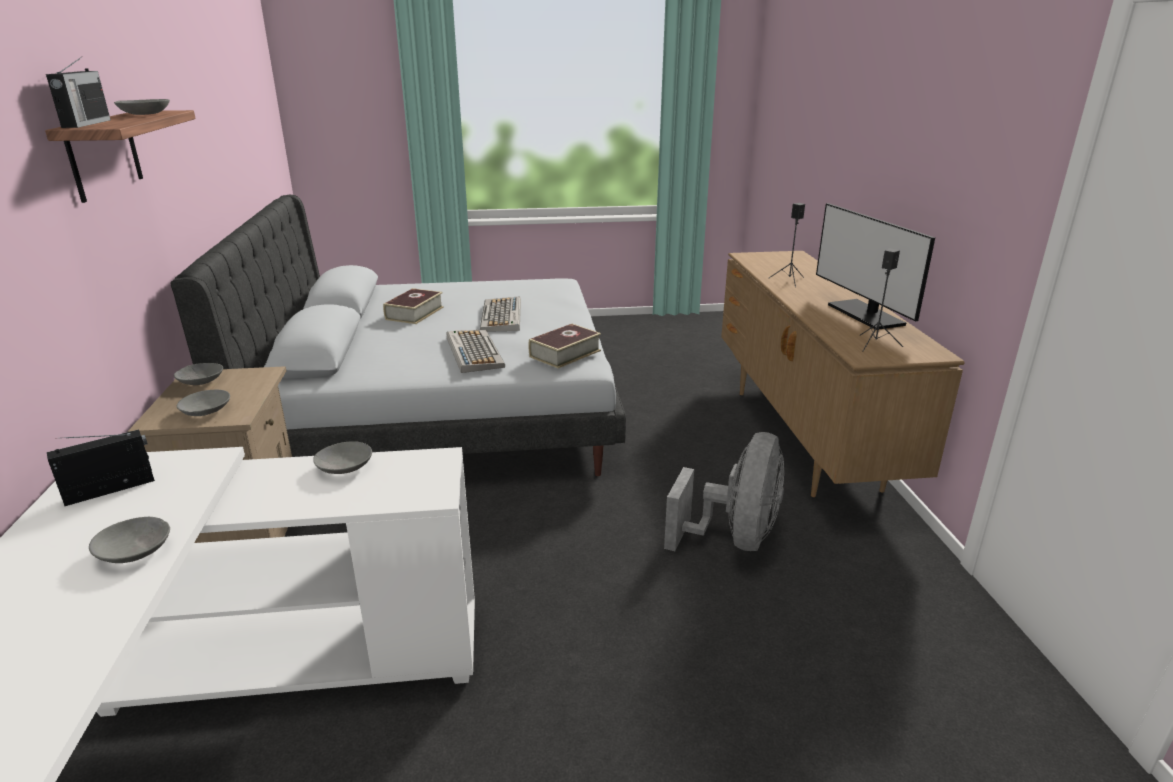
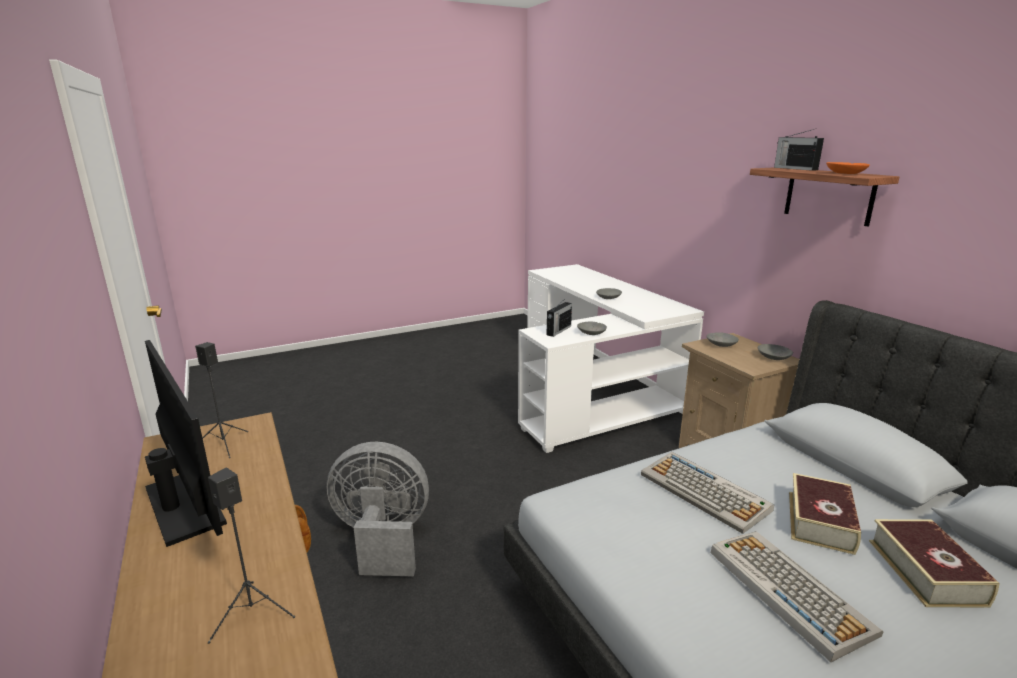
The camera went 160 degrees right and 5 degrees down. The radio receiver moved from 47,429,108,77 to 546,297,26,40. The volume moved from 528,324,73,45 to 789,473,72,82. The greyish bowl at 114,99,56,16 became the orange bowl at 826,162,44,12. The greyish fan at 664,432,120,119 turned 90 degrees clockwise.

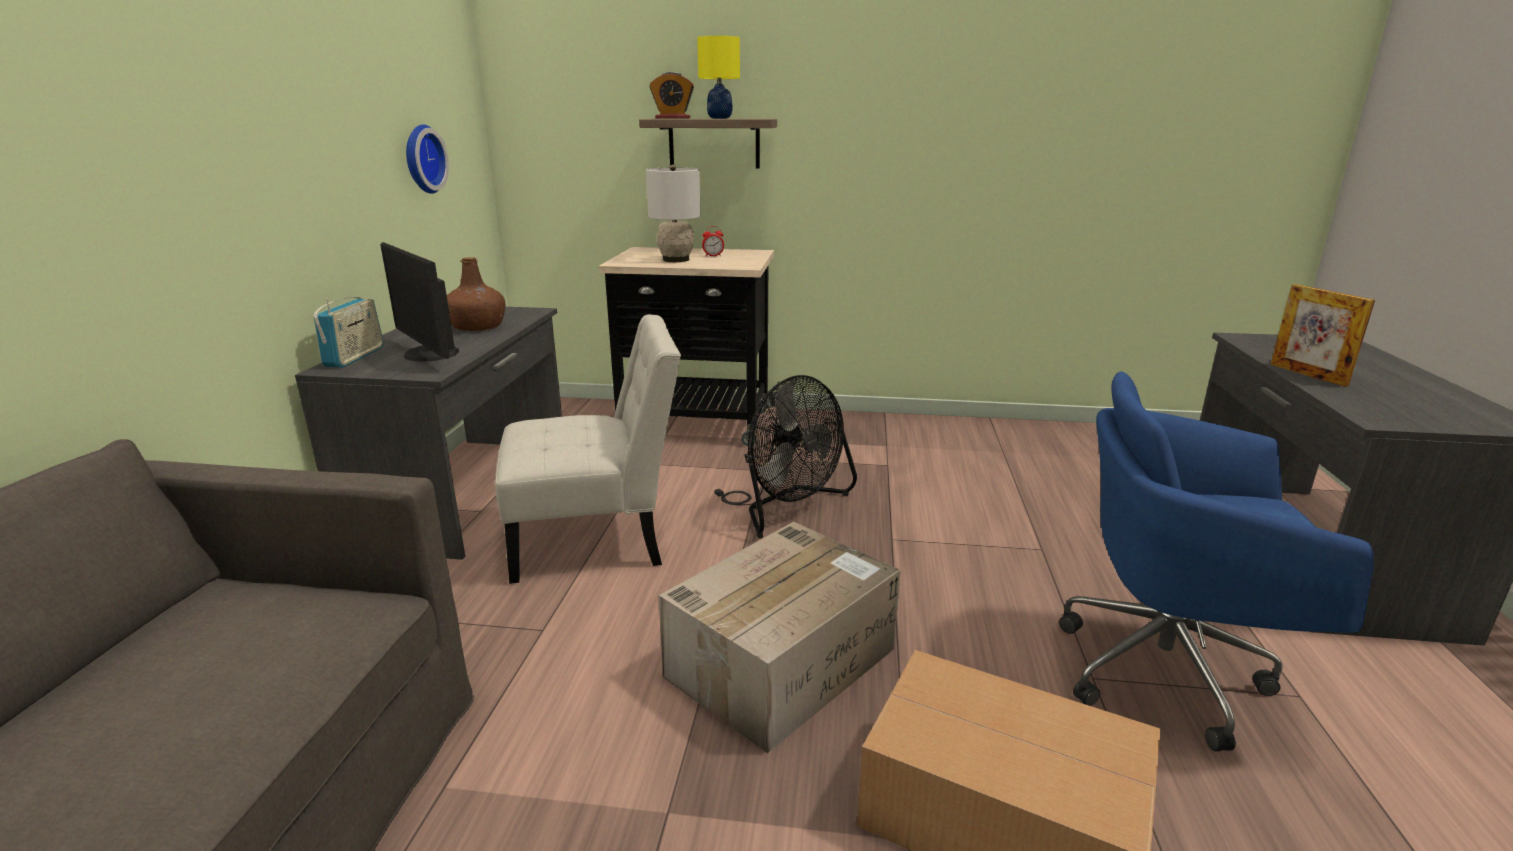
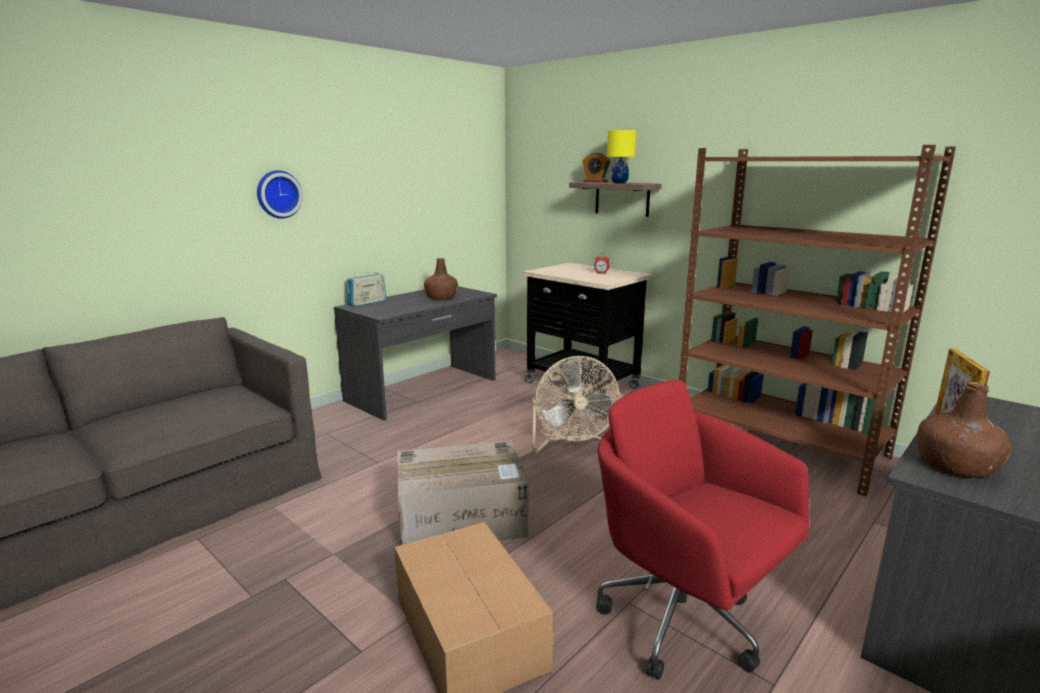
The camera went 35 degrees right and 5 degrees down. The computer display at 380,242,79,120 disappeared. The white plain chair at 495,315,186,269 disappeared. The white lamp for a table at 646,164,55,98 disappeared. The brown-coloured bookcase at 679,145,277,352 appeared. The brown-coloured bottle at 917,382,95,96 appeared. The hanging clock moved from 406,124,43,70 to 257,170,46,49. The blackish fan at 714,375,143,164 became the sand-coloured fan at 532,356,91,101. The bluish desk chair at 1059,371,315,380 became the red-coloured desk chair at 596,380,213,300.

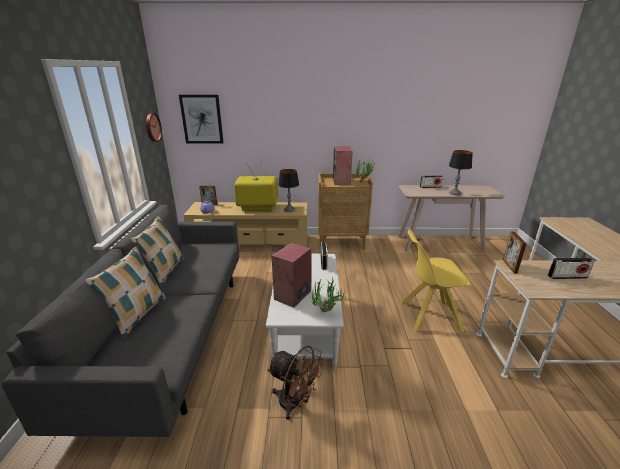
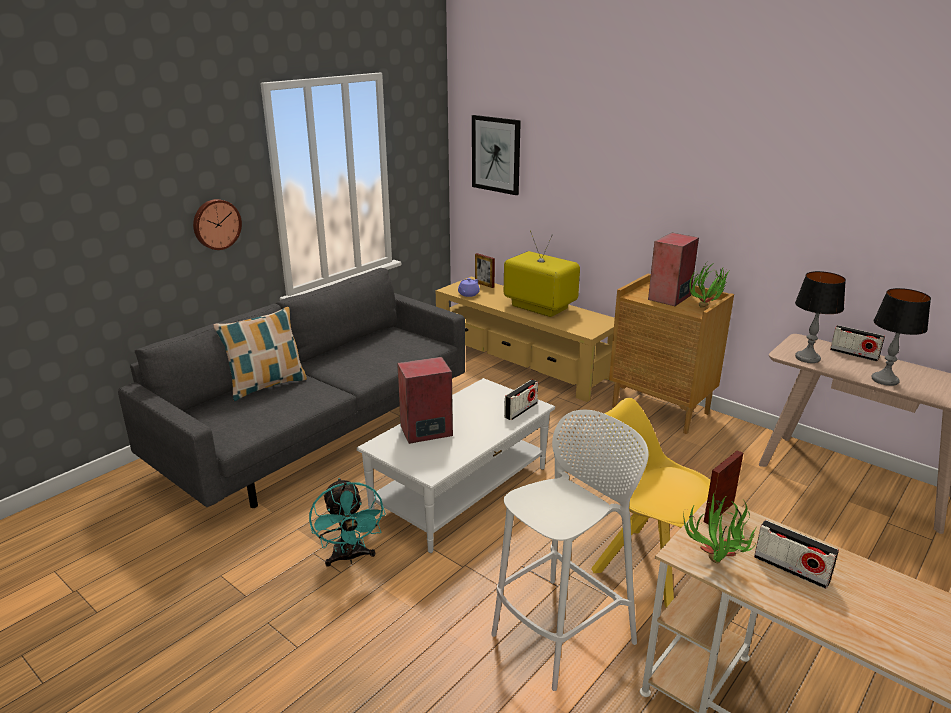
The camera went 40 degrees right and 0 degrees up. The throw pillow at 131,216,53,71 disappeared. The white sitting stool at 491,410,158,281 appeared. The hanging clock moved from 146,113,16,29 to 193,199,49,51. The lamp for a table moved from 278,169,21,43 to 795,271,51,92. The plant in a pot moved from 312,278,34,34 to 683,493,77,70. The brown-coloured fan at 267,346,57,74 became the blue-green fan at 309,478,77,89.

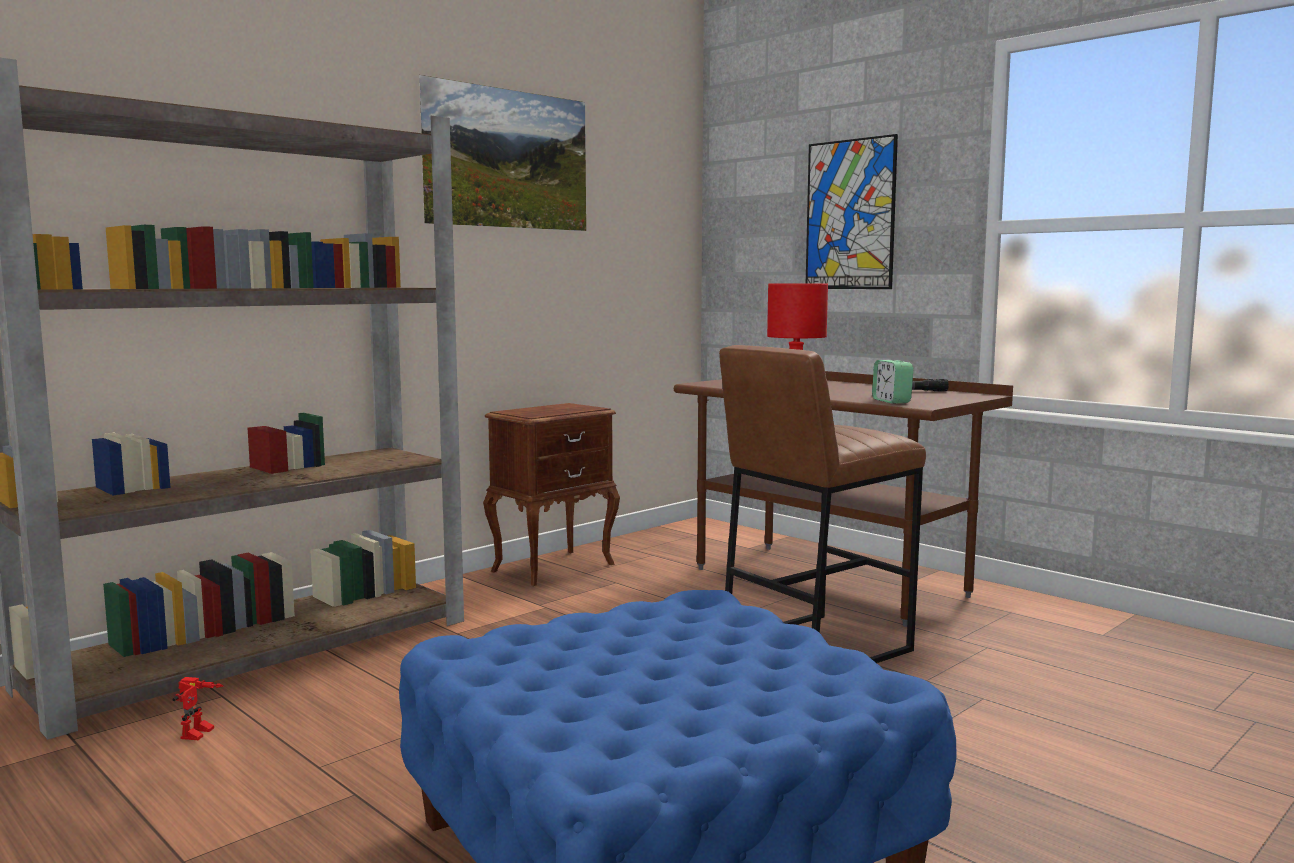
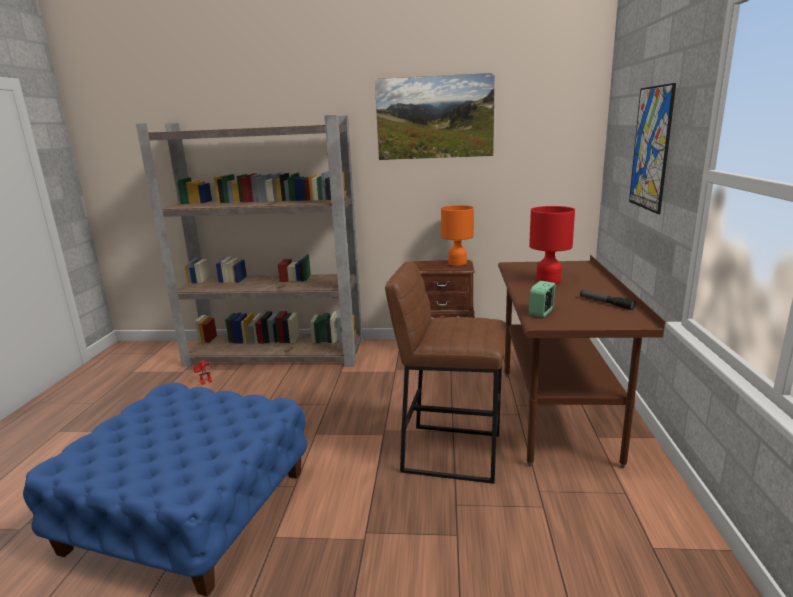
The camera went 50 degrees right and 10 degrees up. The orange lamp for a table at 441,205,33,61 appeared.

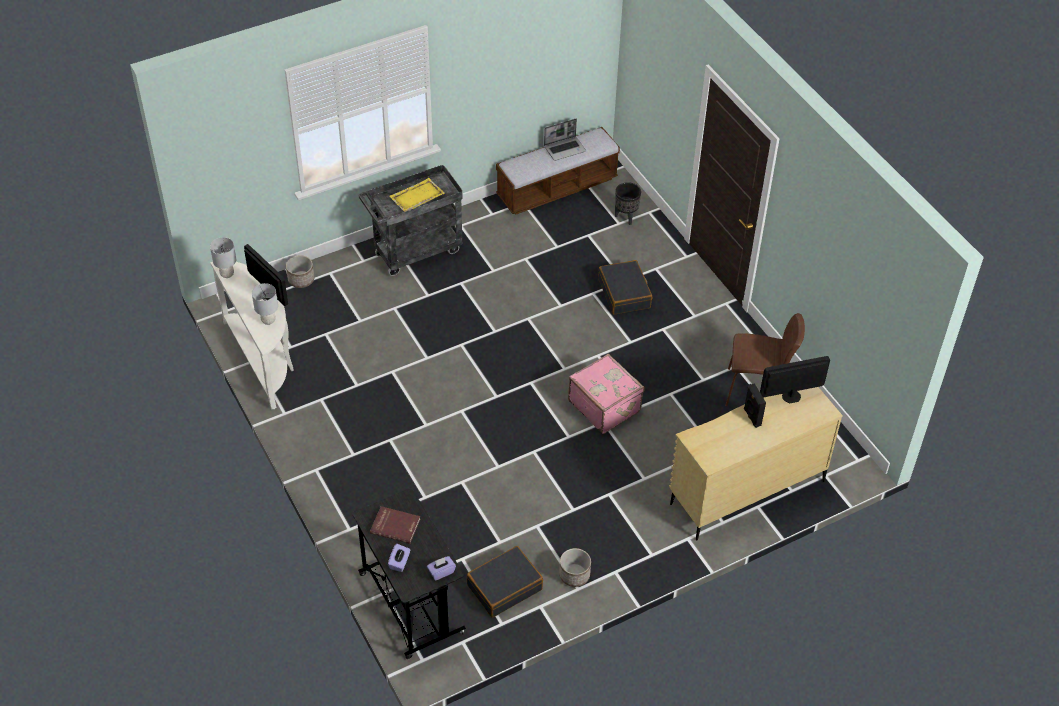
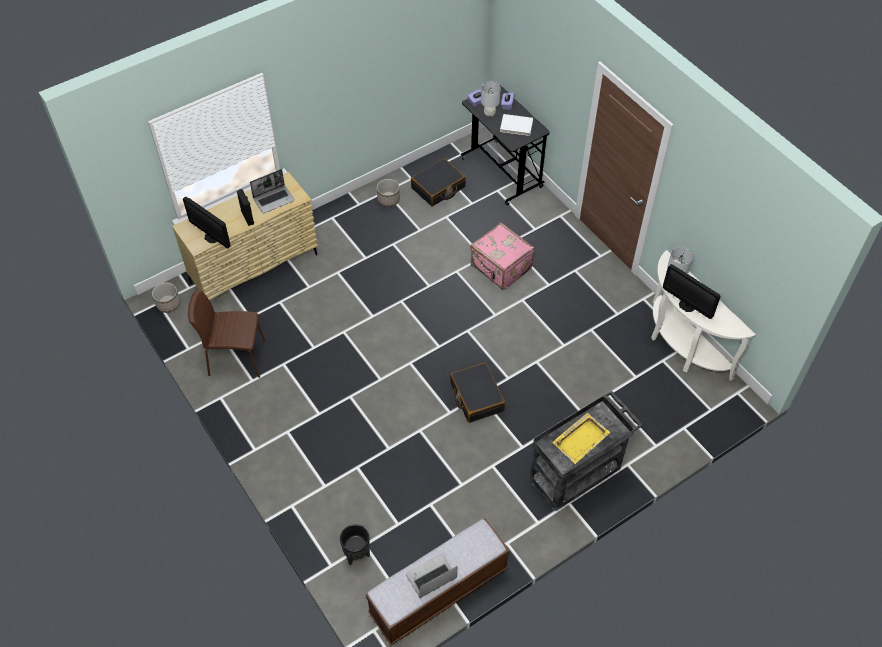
The camera went 175 degrees right and 5 degrees up. The portable computer at 250,169,45,44 appeared. The greyish lamp for a table moved from 210,237,26,41 to 481,82,20,35. The plant pot moved from 286,255,28,33 to 152,282,28,31. The pink-coloured piece of luggage moved from 568,354,76,80 to 470,223,64,67. The blackish piece of luggage moved from 598,260,54,55 to 450,362,55,61. The red-coloured volume at 370,506,50,38 became the white volume at 500,114,33,22. The computer display at 760,356,70,47 turned 60 degrees clockwise.

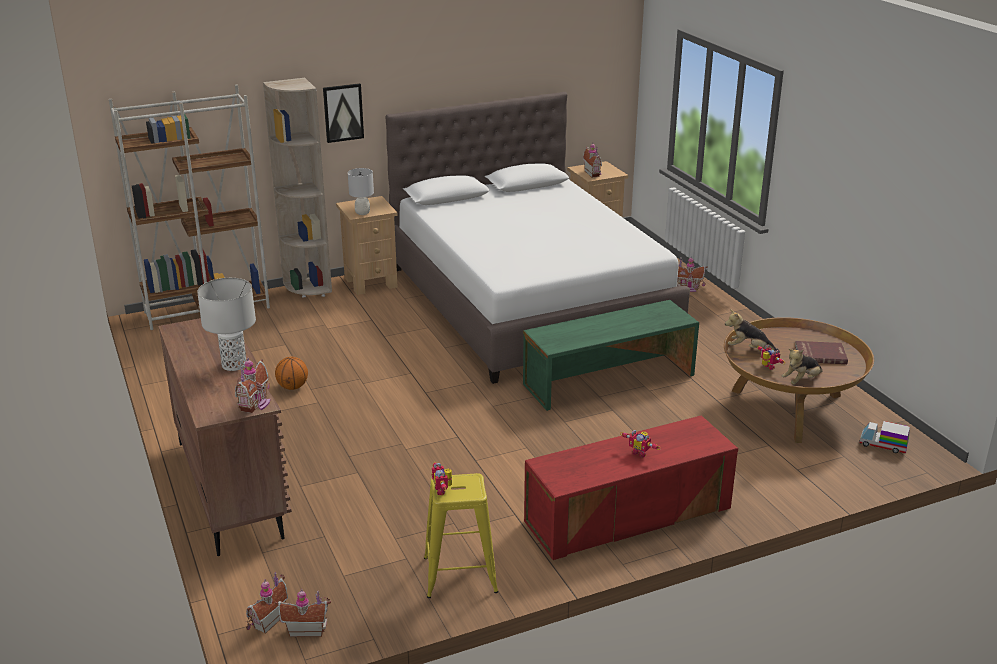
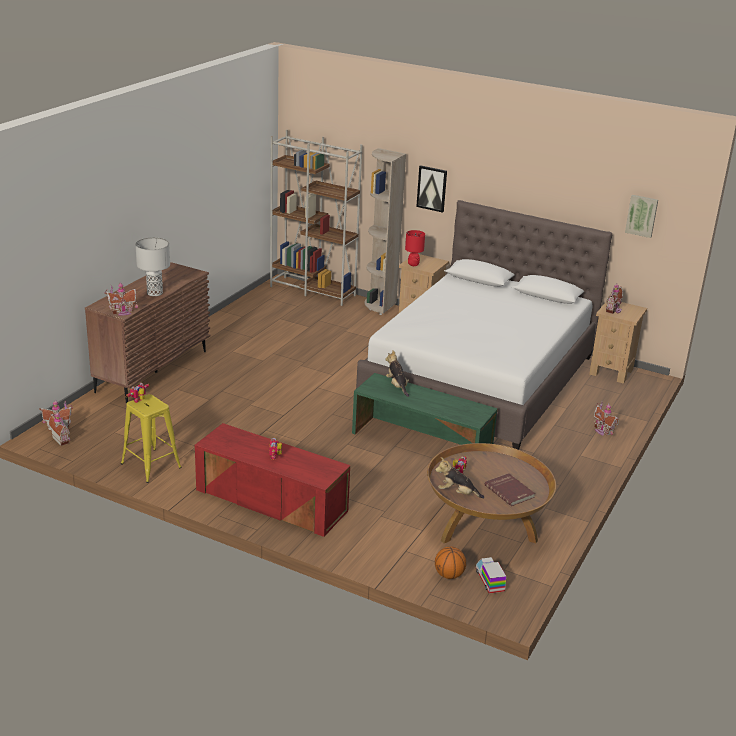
The camera went 50 degrees right and 0 degrees up. The wall picture at 625,195,33,43 appeared. The basketball moved from 275,357,33,33 to 435,546,31,33. The cuddly toy moved from 725,309,55,44 to 385,350,24,47. The greyish lamp for a table at 348,168,26,47 became the red-coloured lamp for a table at 405,230,20,36.

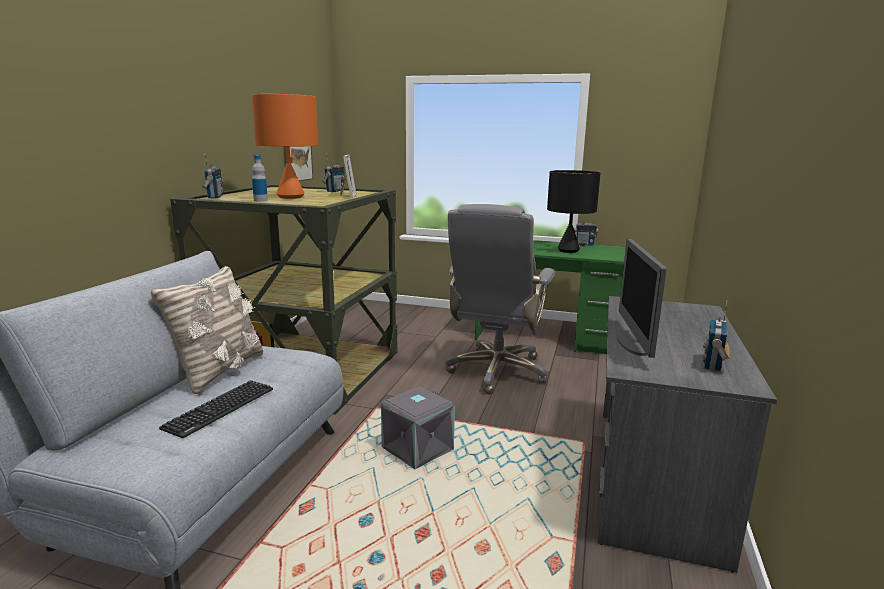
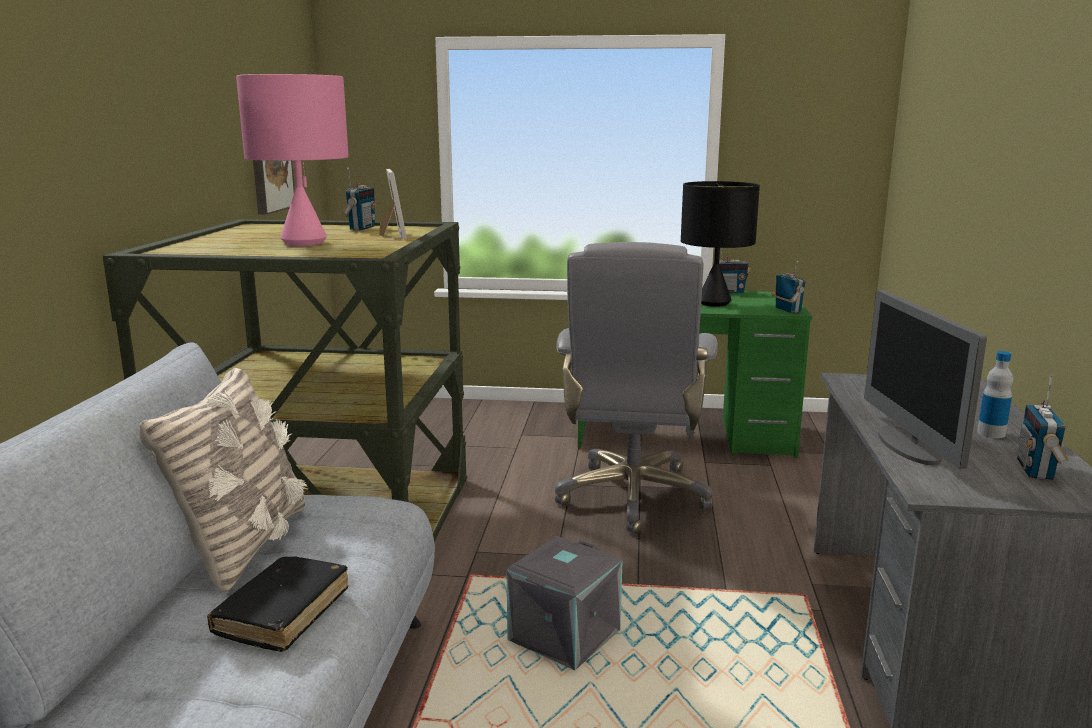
The camera went 10 degrees left and 0 degrees up. The radio receiver moved from 202,154,22,44 to 771,261,34,52. The bottle moved from 252,155,16,47 to 977,351,36,87. The keyboard at 159,380,114,58 was replaced by the blackish volume at 207,557,141,95. The orange lamp for a table at 252,94,66,105 became the pink-coloured lamp for a table at 236,74,113,172.

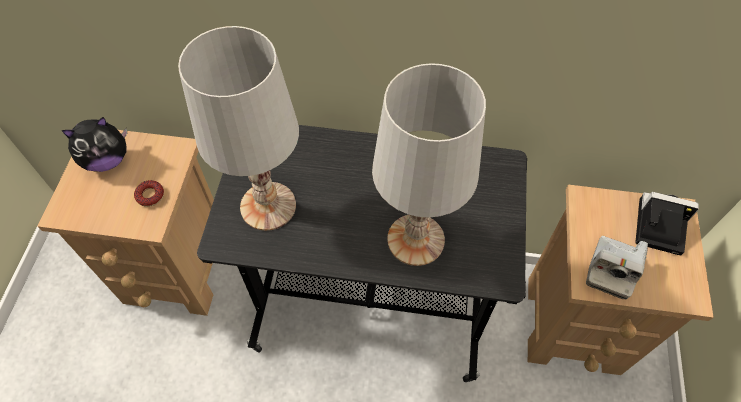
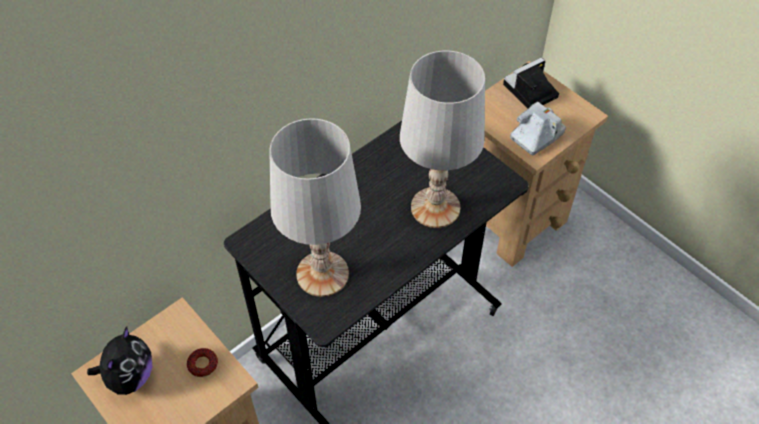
The camera went 50 degrees left and 5 degrees down. The still camera at 586,236,62,63 turned 105 degrees counterclockwise.

